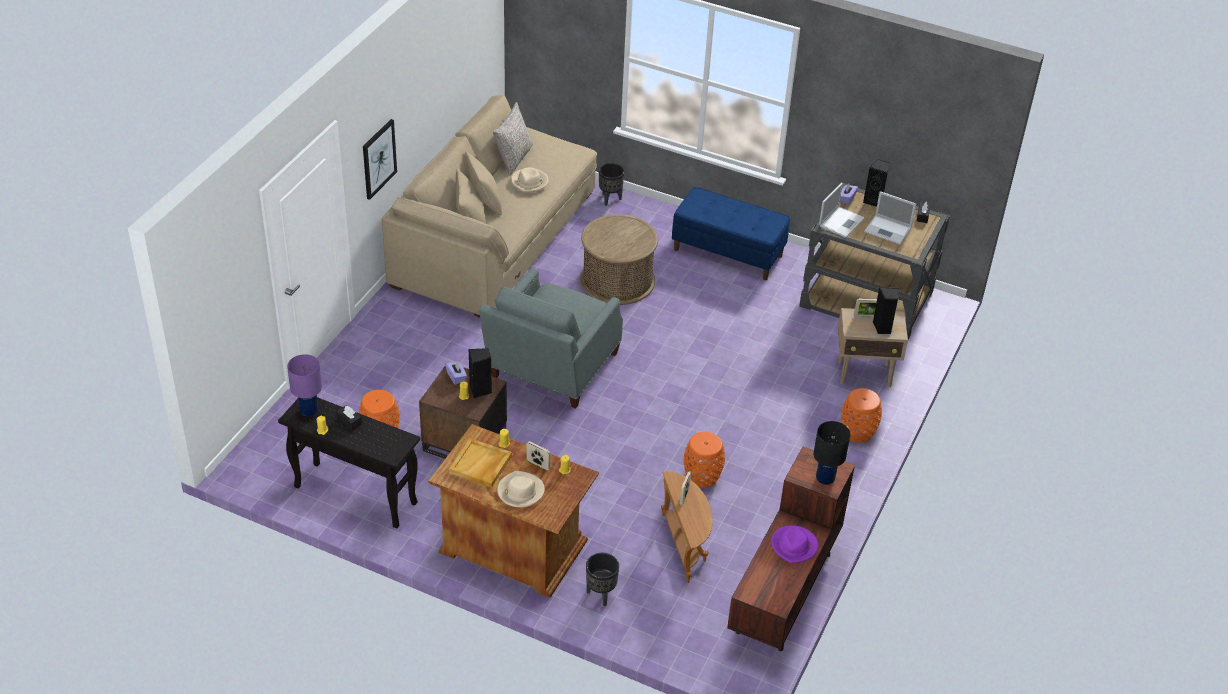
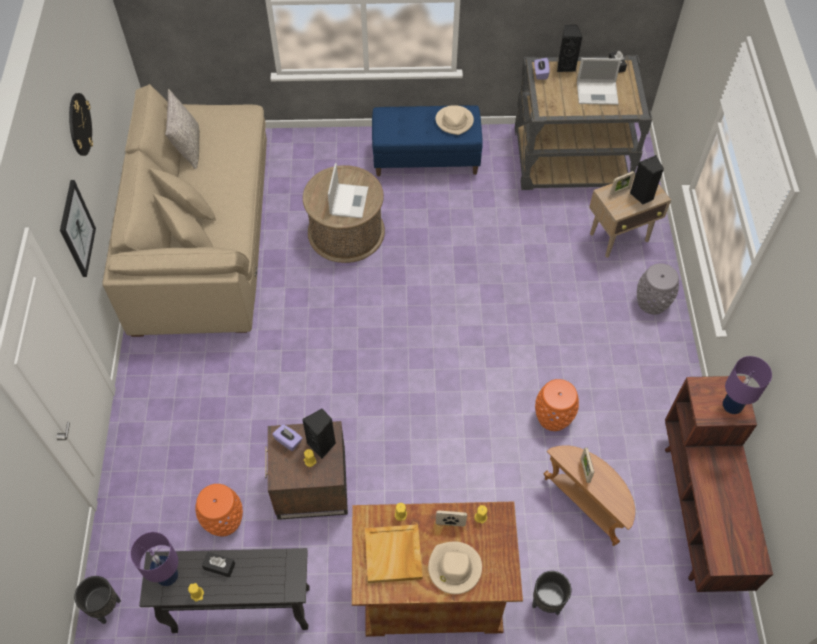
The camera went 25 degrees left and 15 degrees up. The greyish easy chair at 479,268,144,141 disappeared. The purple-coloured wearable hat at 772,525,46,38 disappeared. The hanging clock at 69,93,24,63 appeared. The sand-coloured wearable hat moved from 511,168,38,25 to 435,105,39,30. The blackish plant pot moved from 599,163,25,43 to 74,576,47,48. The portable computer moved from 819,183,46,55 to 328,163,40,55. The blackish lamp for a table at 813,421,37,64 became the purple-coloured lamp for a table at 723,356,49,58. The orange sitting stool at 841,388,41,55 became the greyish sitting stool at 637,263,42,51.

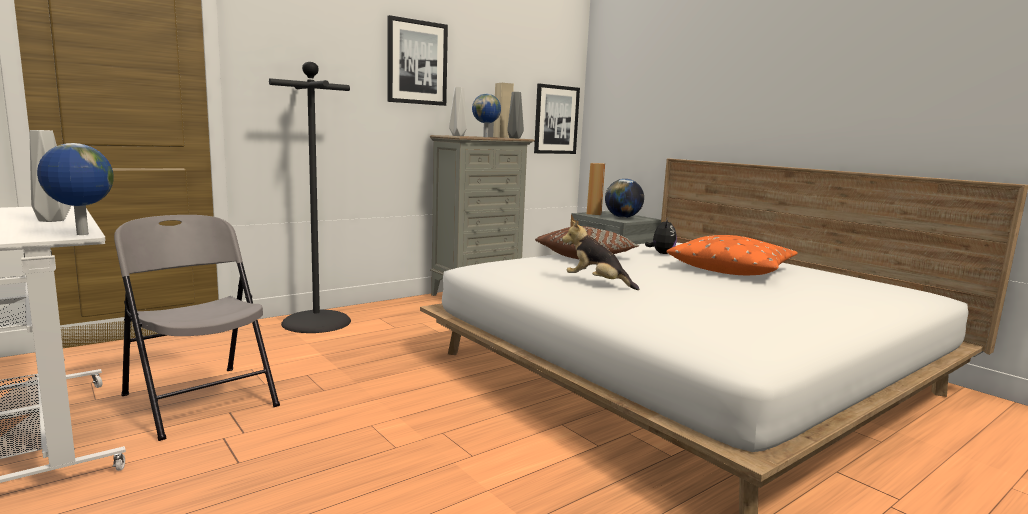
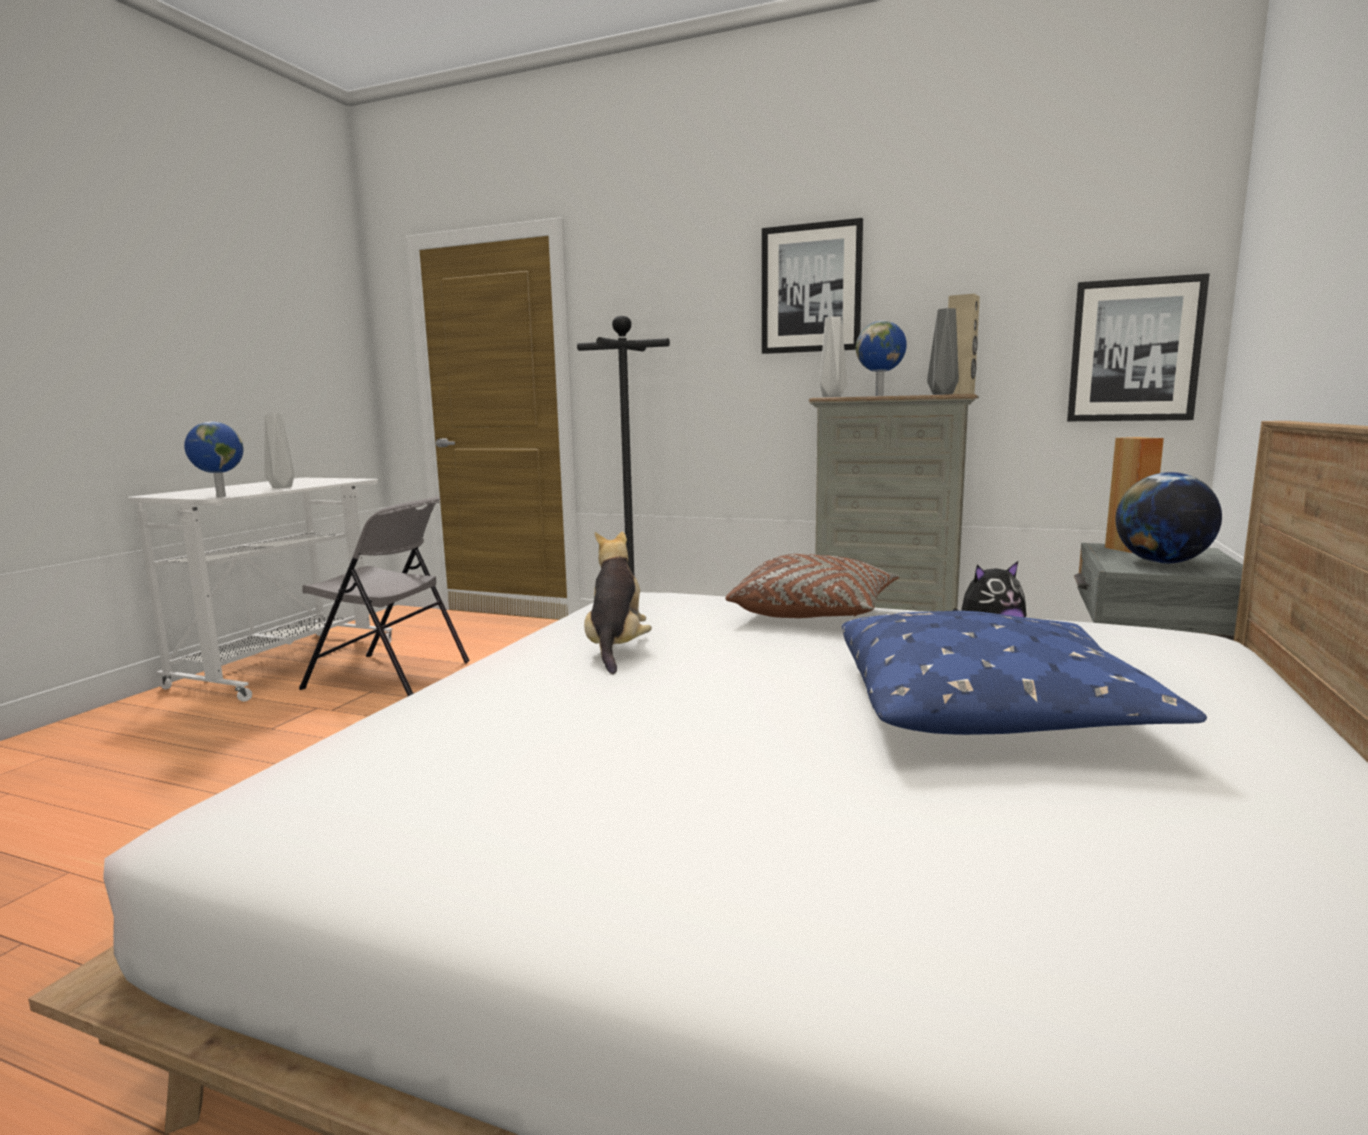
The camera went 60 degrees right and 0 degrees up. The orange throw pillow at 666,235,132,40 became the bluish throw pillow at 842,611,365,124. The greyish plain chair at 114,215,166,226 turned 90 degrees clockwise.

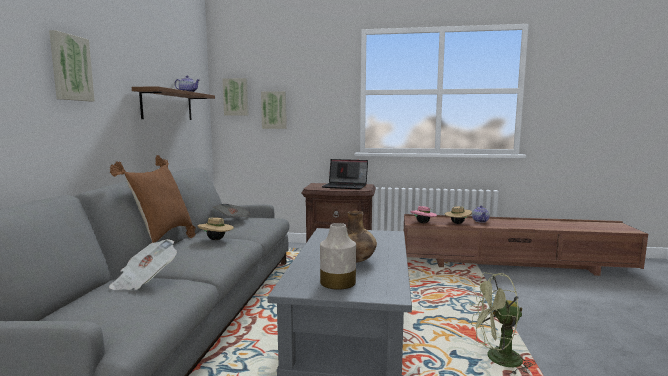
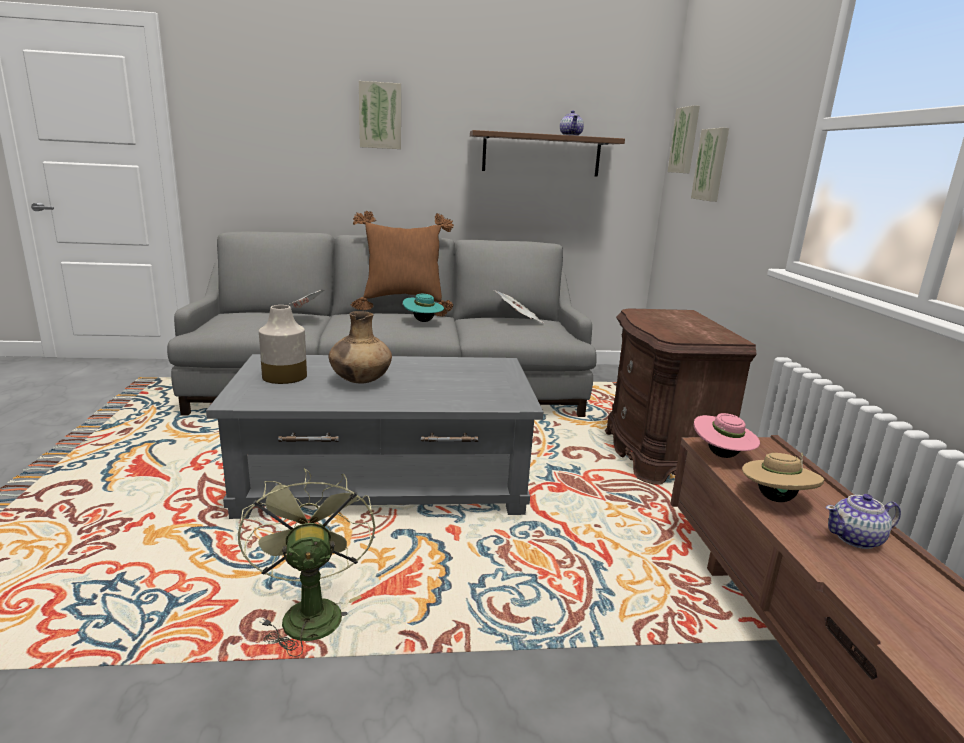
The camera went 75 degrees right and 10 degrees up. The portable computer at 321,159,47,31 disappeared. The sand-coloured wearable hat at 198,217,36,23 became the blue-green wearable hat at 403,294,41,28.

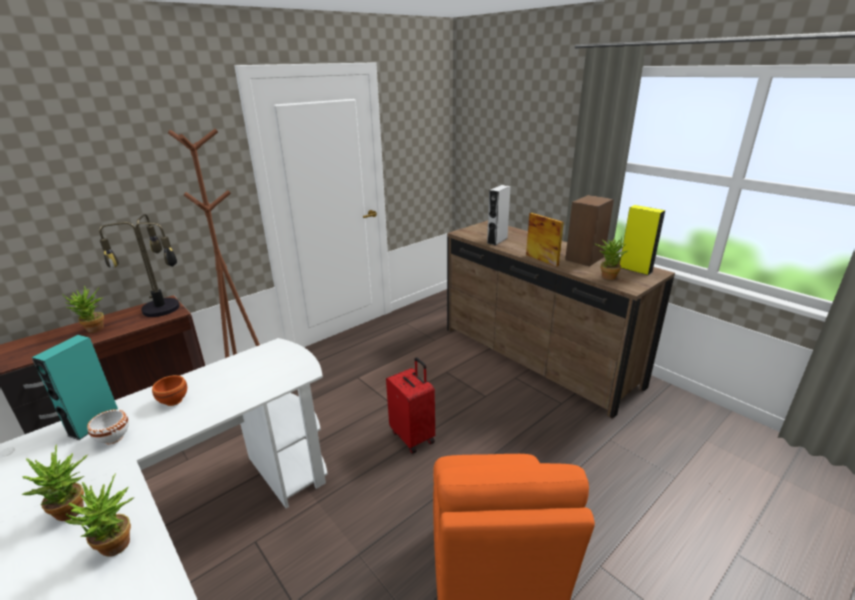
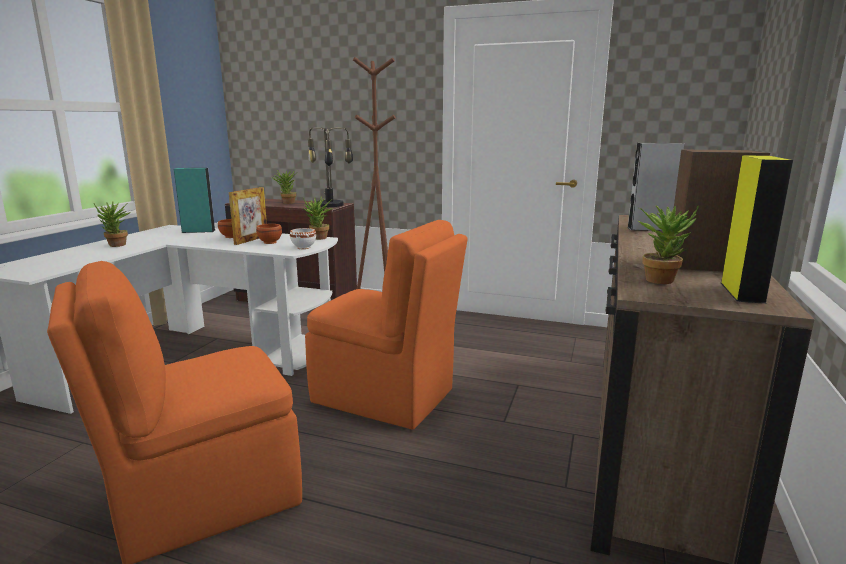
The camera went 60 degrees right and 10 degrees down. The brown-coloured bowl at 256,224,26,20 appeared. The plant in a pot moved from 64,473,70,84 to 303,197,30,43. The white bowl moved from 87,409,42,35 to 290,228,26,21. The photo frame moved from 526,213,38,54 to 229,187,38,58. The red-coloured piece of luggage at 386,357,49,97 was replaced by the orange plain chair at 305,220,163,210.

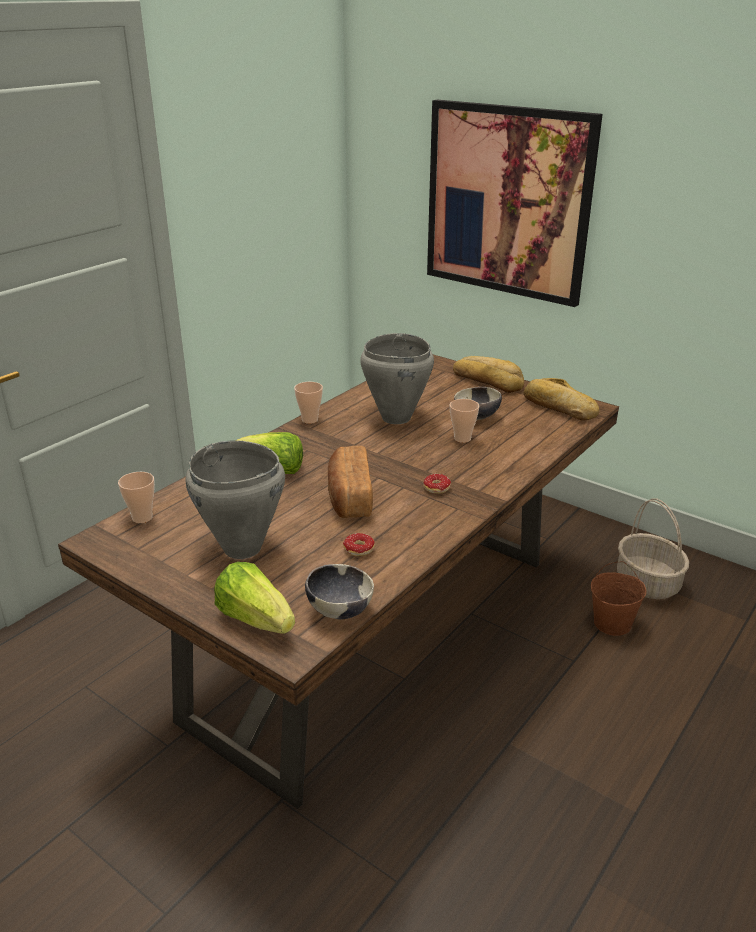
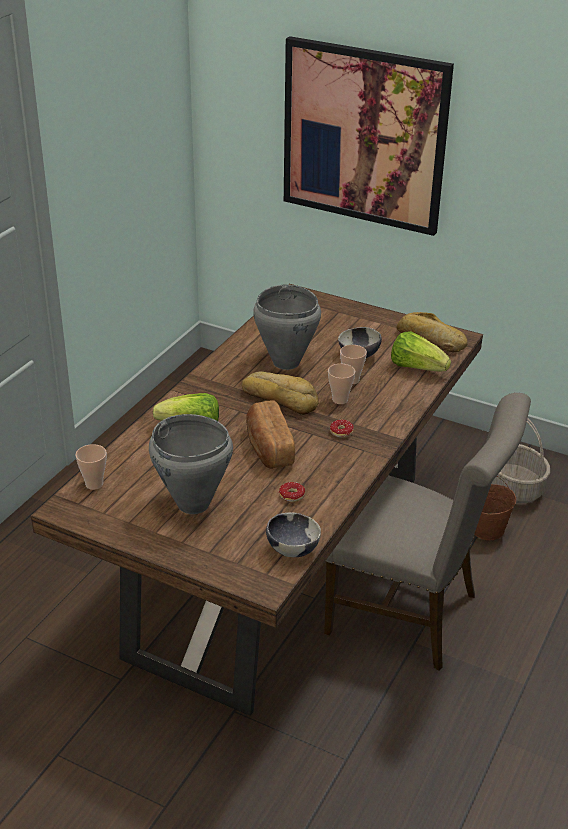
The camera went 10 degrees left and 5 degrees up. The sand-coloured plain chair at 324,393,207,278 appeared. The lettuce moved from 214,562,81,72 to 391,331,60,40. The small cup moved from 294,382,29,42 to 328,364,27,40. The baked bread moved from 453,356,71,37 to 242,371,77,44.

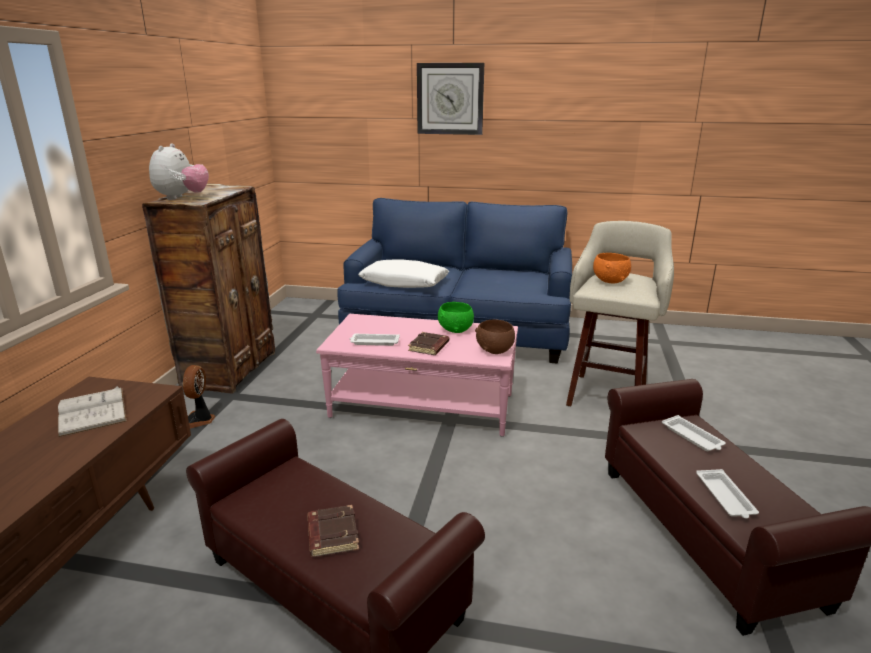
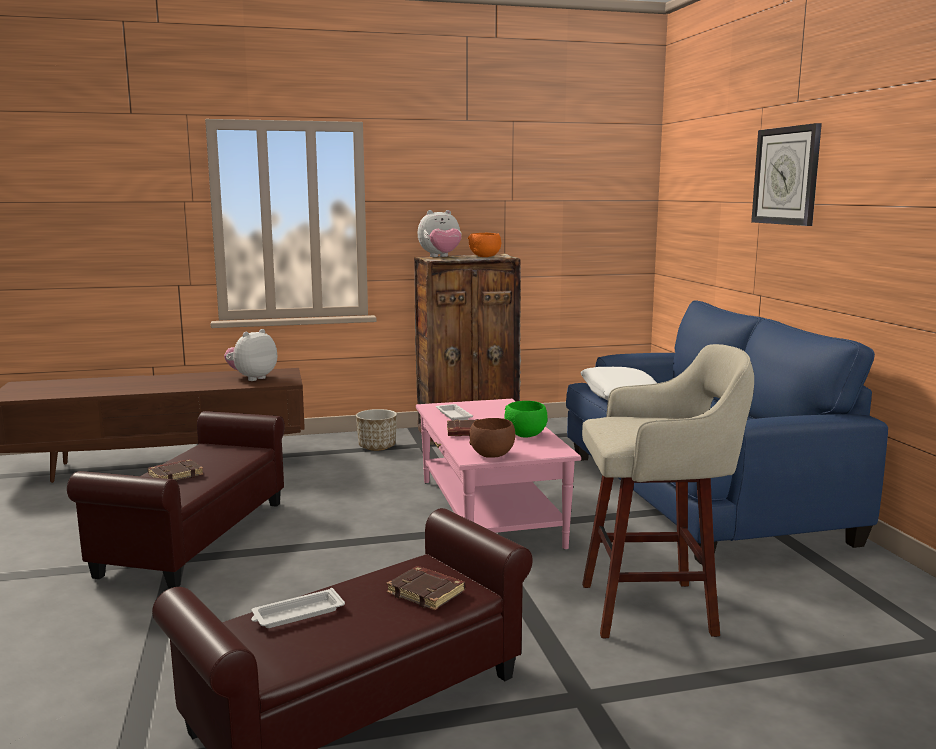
The camera went 65 degrees right and 10 degrees down. The orange bowl moved from 593,253,38,30 to 468,233,33,24. The white volume at 58,386,69,51 was replaced by the cuddly toy at 224,329,53,52. The fan at 183,365,32,64 was replaced by the plant pot at 356,409,41,42. The white tray at 662,415,64,36 was replaced by the brown-coloured volume at 386,566,79,45.

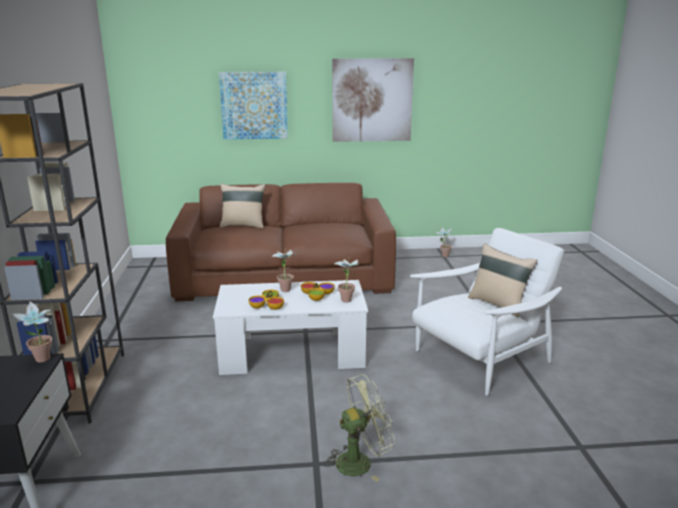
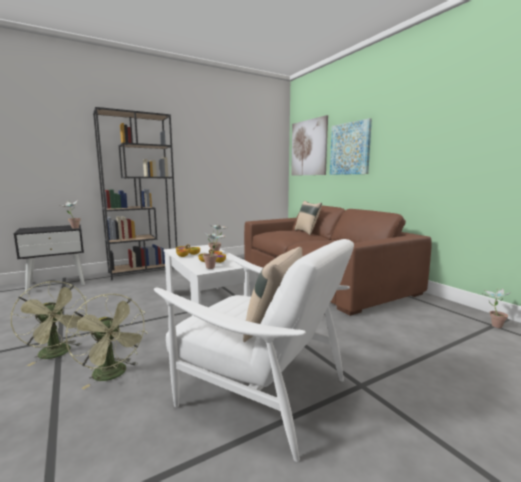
The camera went 65 degrees right and 10 degrees down. The green-coloured fan at 66,294,82,95 appeared. The wall picture moved from 332,58,82,84 to 291,115,37,61.

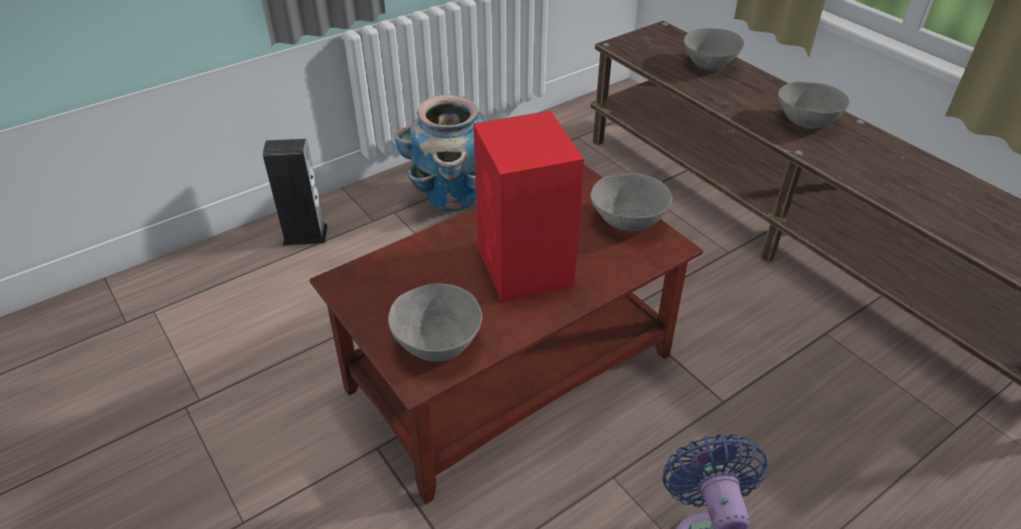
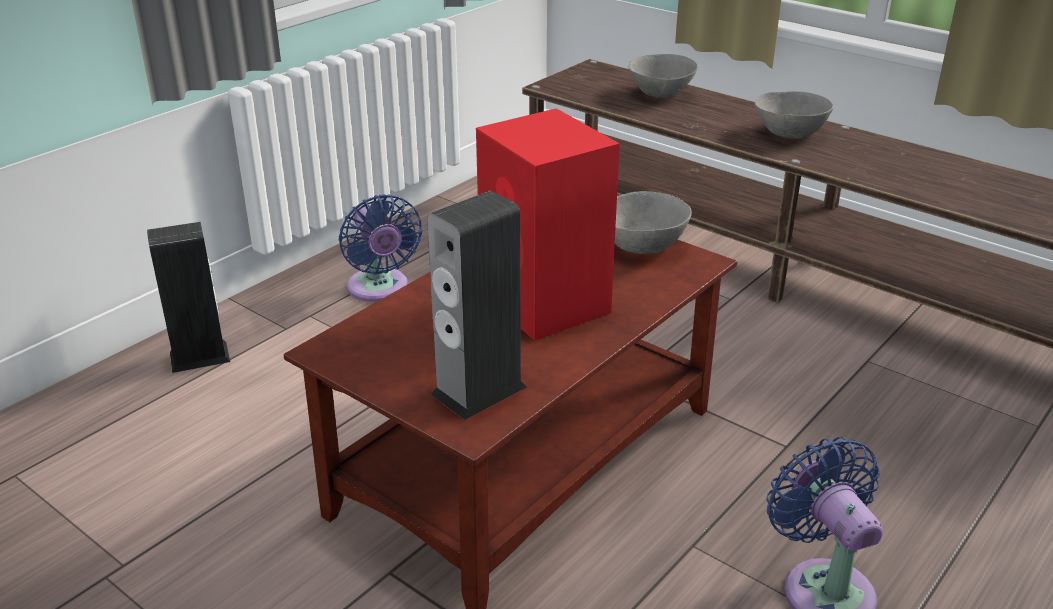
The camera went 15 degrees left and 10 degrees down. The greyish bowl at 388,283,94,79 was replaced by the audio speaker at 427,191,100,229. The plant pot at 394,95,90,117 was replaced by the bluish fan at 339,194,83,108.

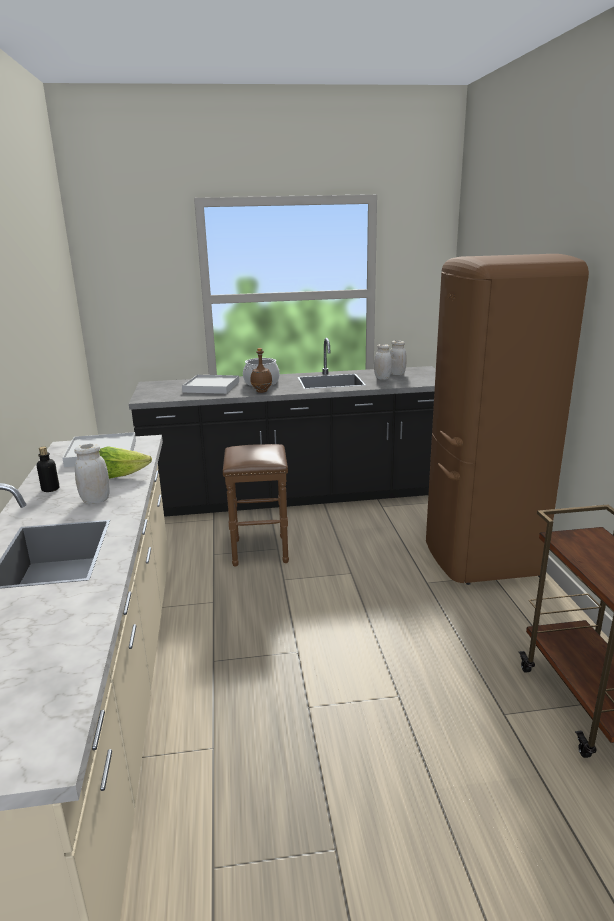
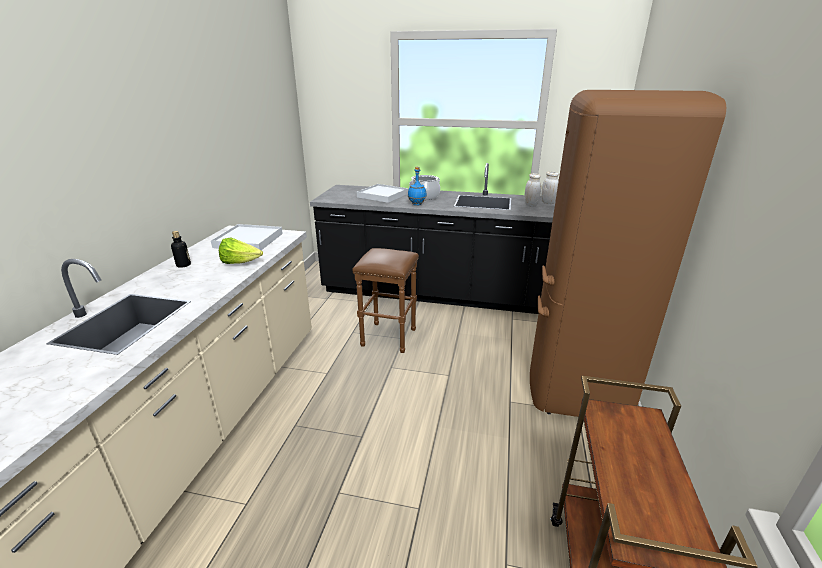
The camera went 20 degrees right and 5 degrees up. The white preserve jar at 75,444,35,60 disappeared. The brown-coloured bottle at 250,348,22,45 became the bluish bottle at 408,167,19,39.

